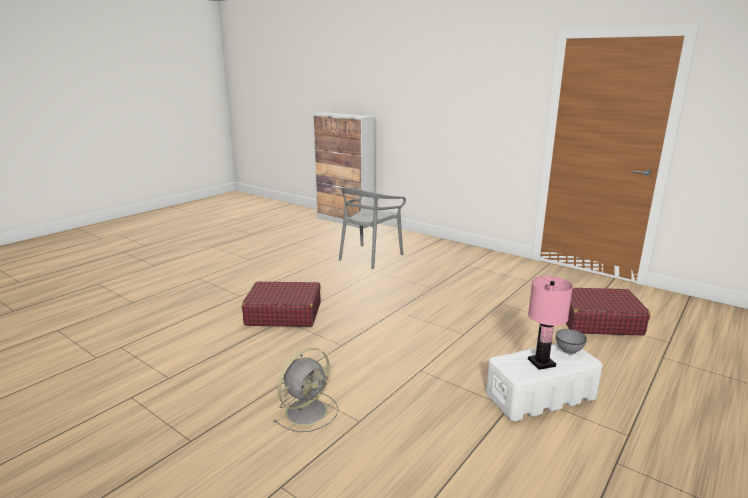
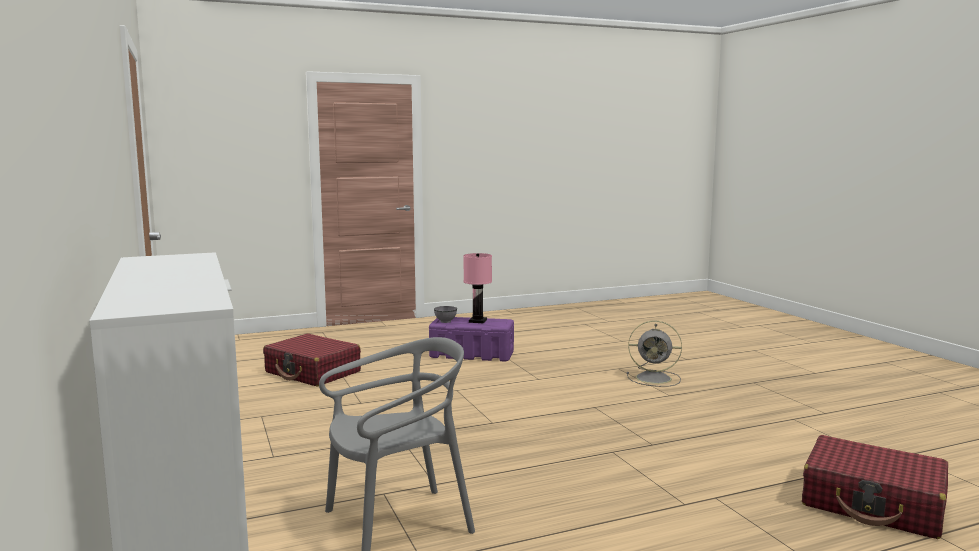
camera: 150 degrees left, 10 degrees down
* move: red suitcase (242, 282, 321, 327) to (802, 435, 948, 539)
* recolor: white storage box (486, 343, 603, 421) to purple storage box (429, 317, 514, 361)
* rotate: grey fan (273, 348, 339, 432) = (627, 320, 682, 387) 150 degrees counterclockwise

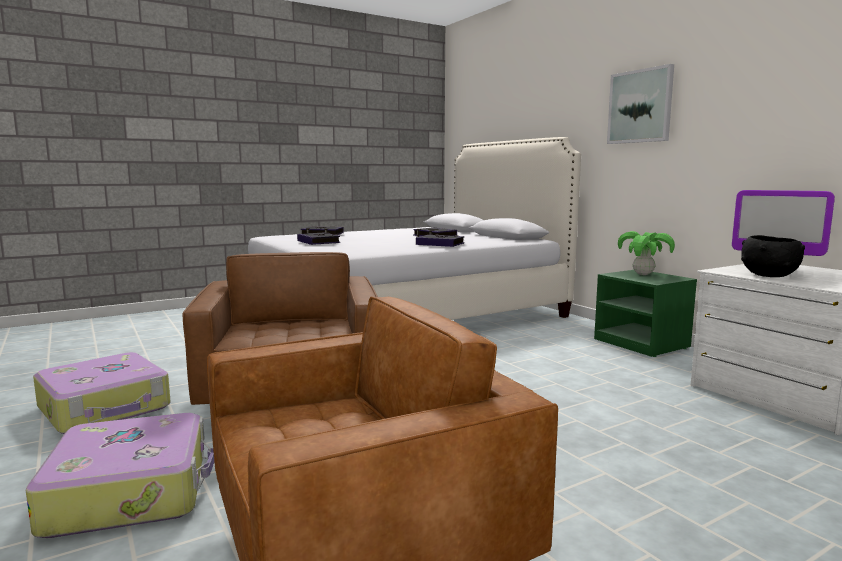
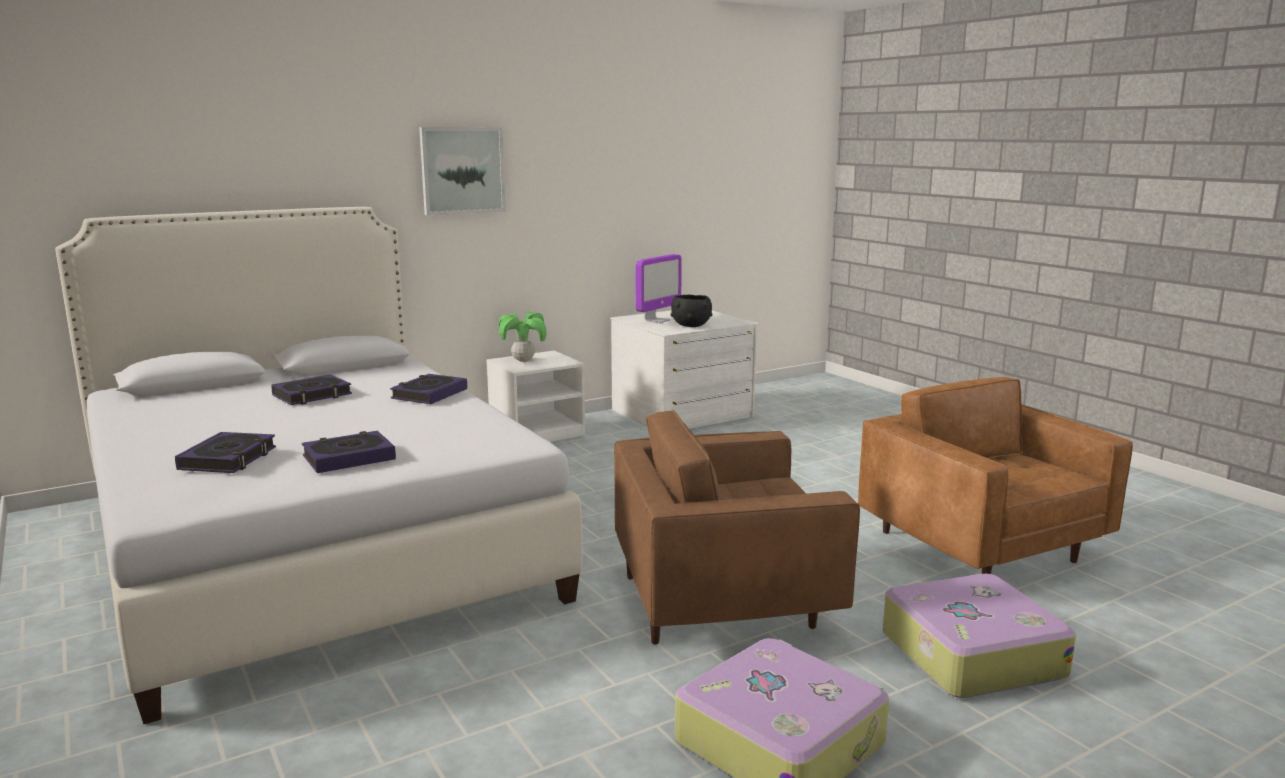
camera: 90 degrees left, 5 degrees up
* recolor: green nightstand (594, 270, 697, 357) to white nightstand (486, 351, 585, 442)

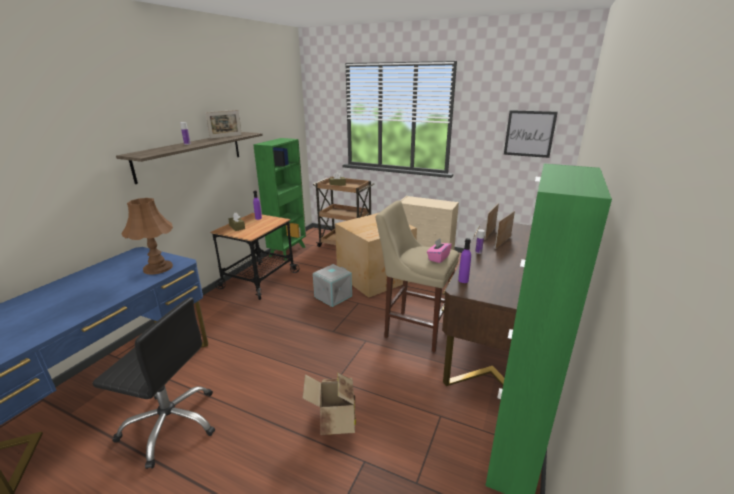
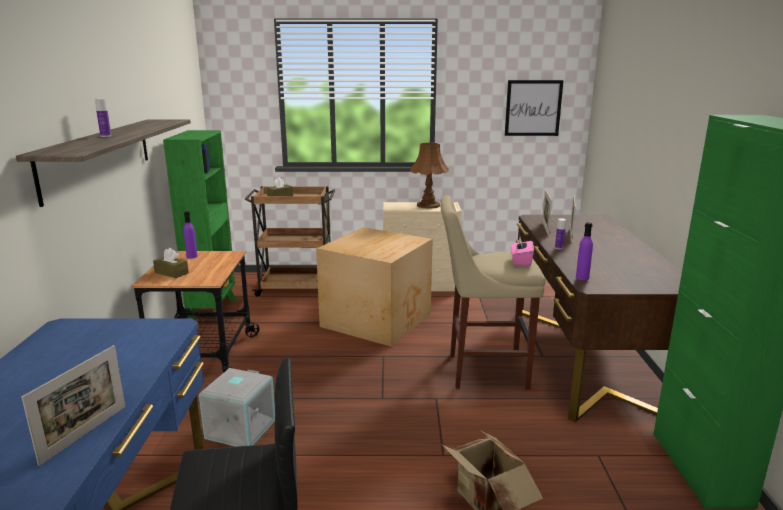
camera: 25 degrees left, 5 degrees down
* move: brown table lamp (121, 198, 173, 275) to (410, 143, 449, 209)
* move: picture frame (205, 110, 242, 139) to (22, 345, 126, 466)
* move: grey storage box (313, 264, 352, 307) to (199, 368, 275, 447)

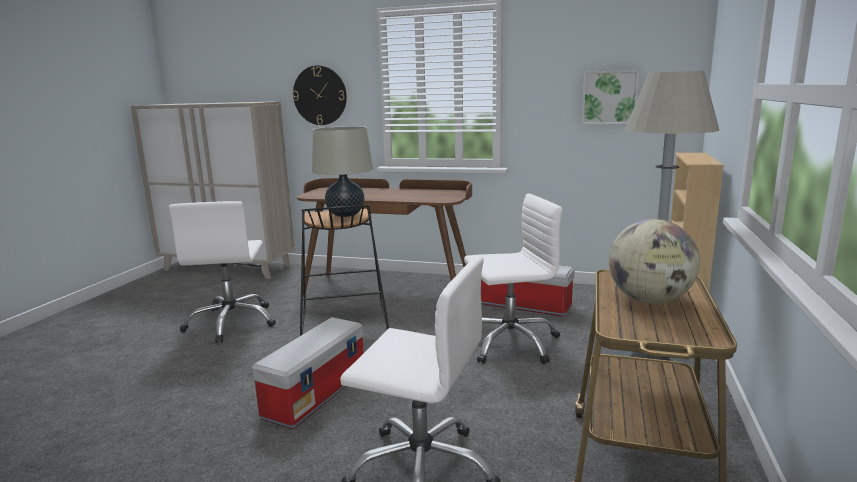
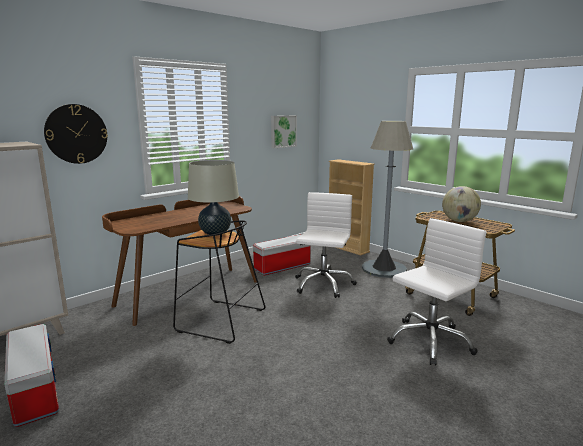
camera: 60 degrees left, 0 degrees up
* delete: white office chair (169, 201, 276, 343)
* move: storage box (252, 317, 364, 429) to (4, 324, 59, 427)

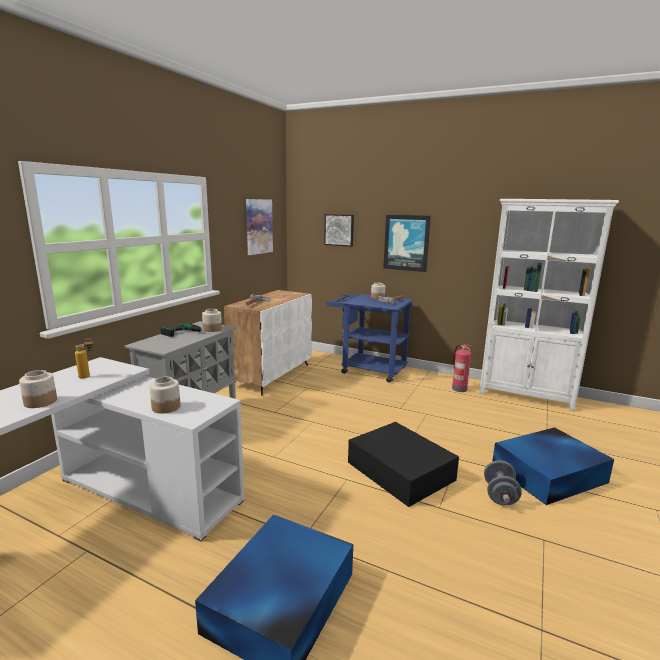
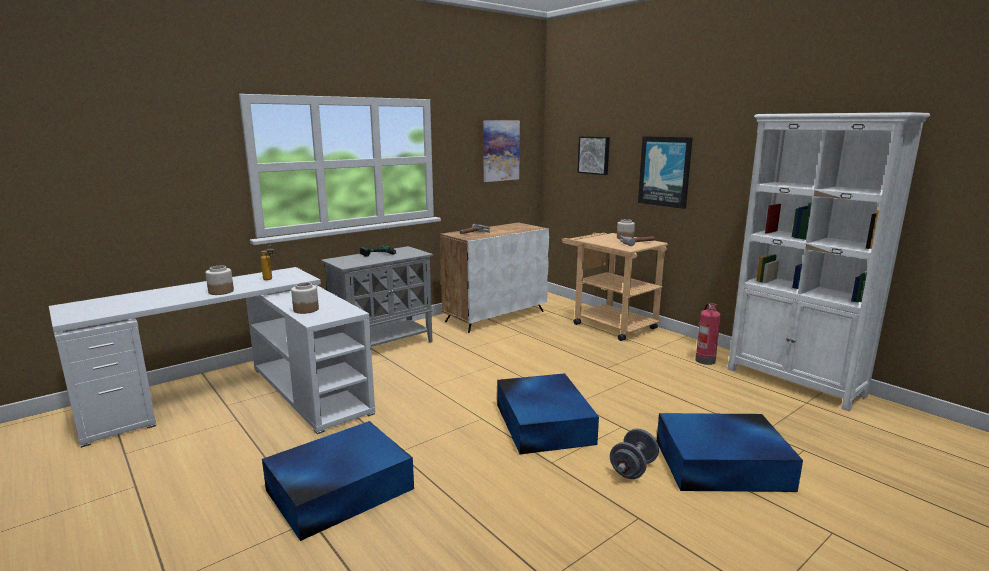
camera: 25 degrees right, 0 degrees up
* delete: jar (202, 309, 222, 332)
* recolor: blue cart (327, 294, 413, 383) to beige cart (562, 233, 668, 341)
* recolor: black storage box (348, 422, 459, 507) to blue storage box (497, 373, 599, 454)

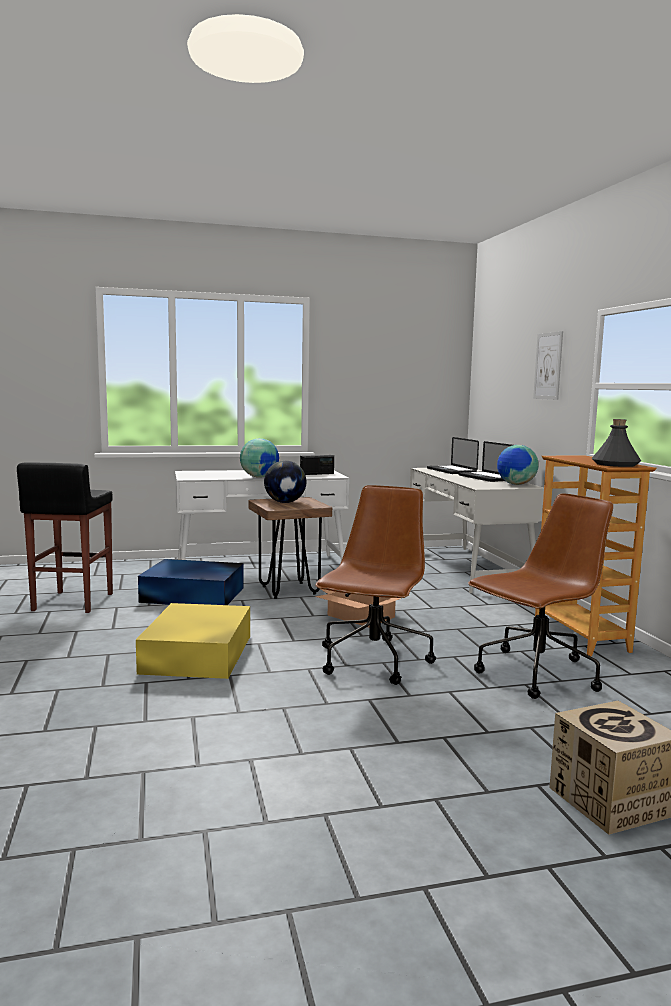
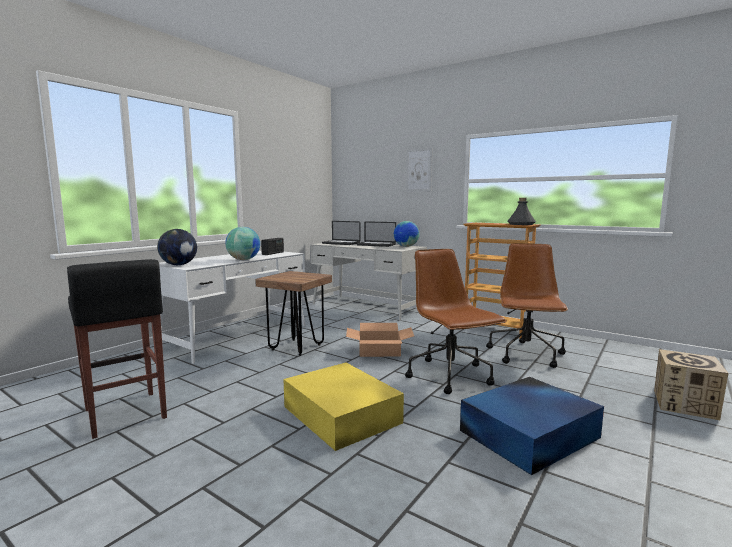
camera: 40 degrees left, 0 degrees up
* move: blue storage box (138, 559, 244, 605) to (460, 377, 604, 475)
* move: globe (264, 461, 306, 503) to (157, 229, 197, 265)

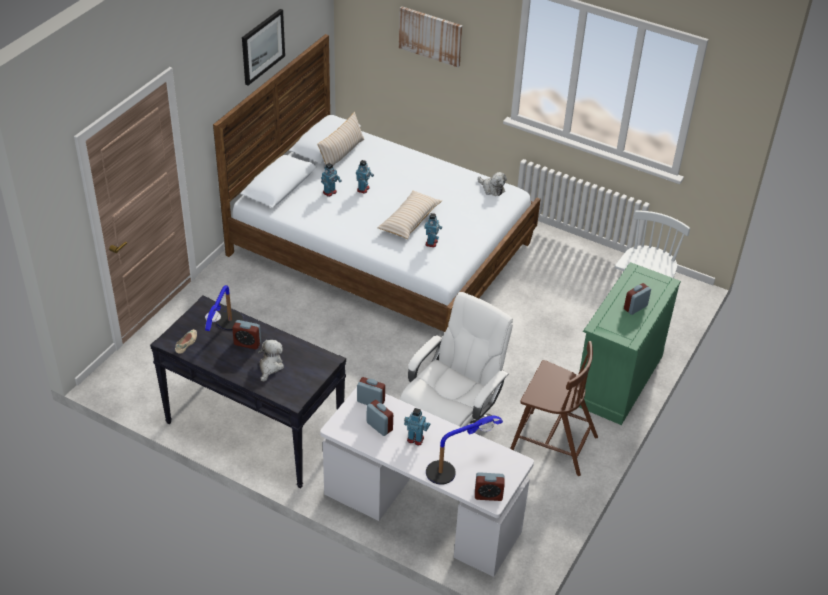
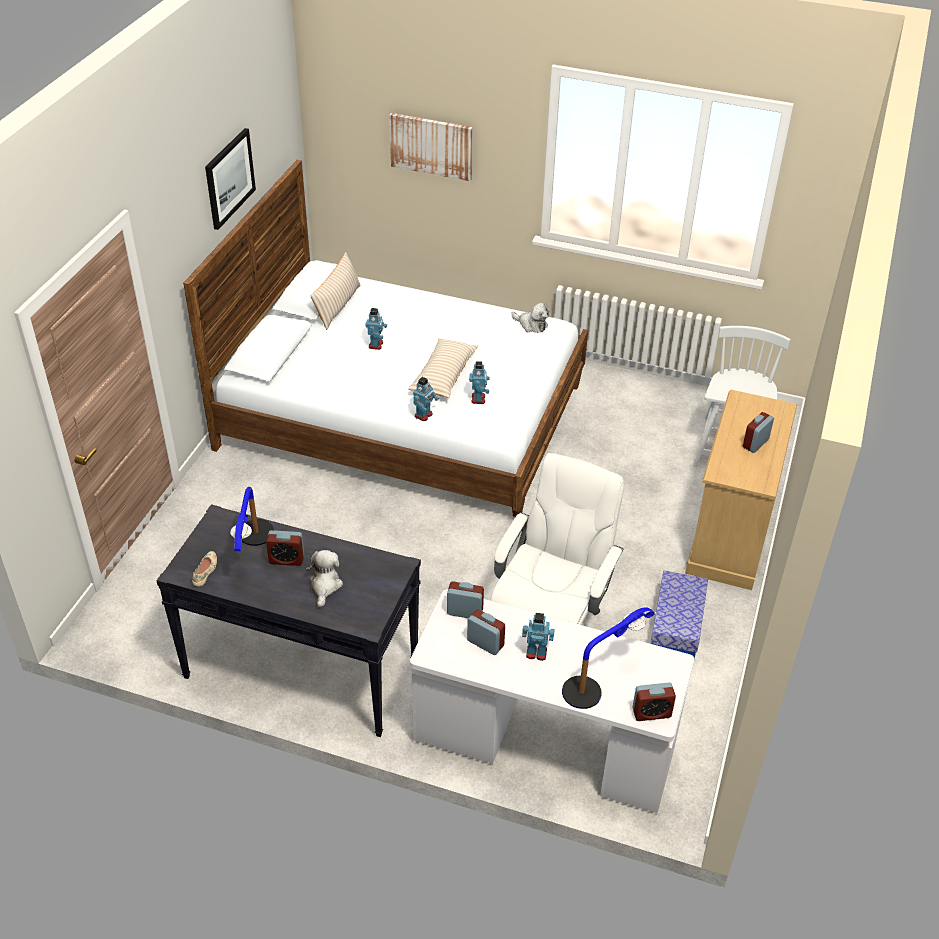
camera: 10 degrees left, 0 degrees up
* move: toy robot (321, 163, 342, 197) to (413, 377, 439, 421)
* replace: brown chair (510, 341, 598, 476) to storage box (650, 571, 708, 659)
* recolor: green dresser (579, 262, 681, 425) to beige dresser (685, 390, 797, 590)

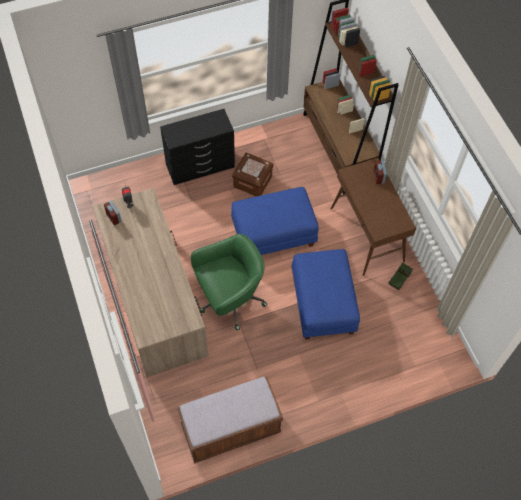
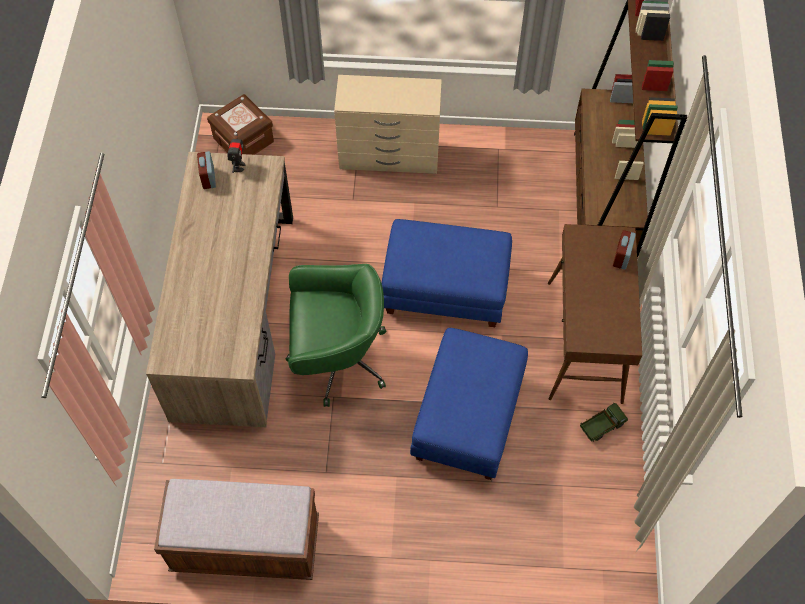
camera: 25 degrees right, 0 degrees up
* move: brown storage box (232, 153, 274, 197) to (207, 94, 274, 155)
* recolor: black dresser (160, 109, 235, 185) to beige dresser (334, 75, 442, 174)

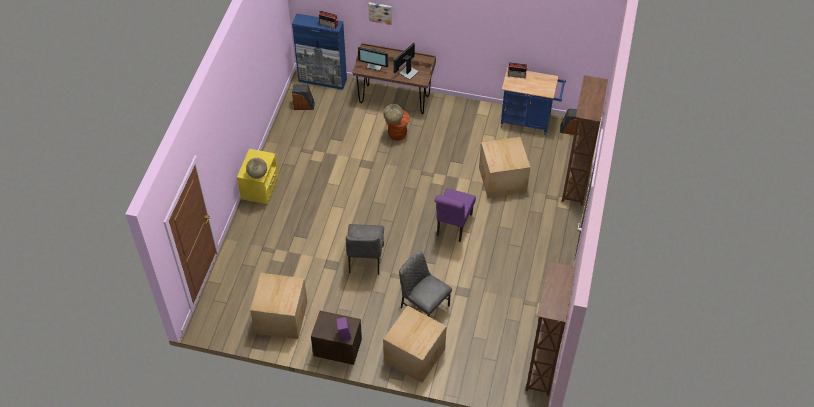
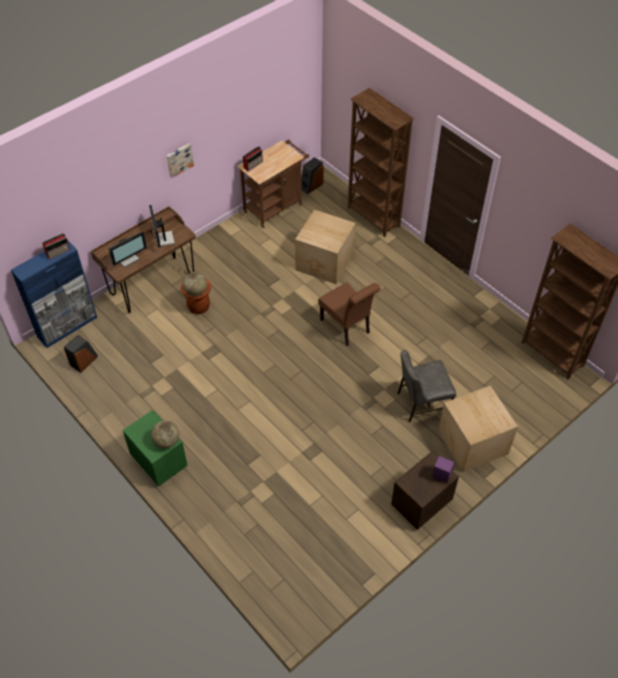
camera: 55 degrees left, 0 degrees up
* delete: cardboard box (250, 273, 307, 339)
* delete: grey chair (346, 224, 384, 275)
* move: picture (368, 2, 392, 25) to (167, 143, 194, 178)
* recolor: yellow nightstand (237, 149, 279, 204) to green nightstand (123, 410, 188, 487)
* recolor: purple chair (435, 188, 476, 242) to brown chair (318, 283, 381, 346)
* recolor: blue cart (501, 67, 566, 135) to brown cart (237, 140, 309, 228)

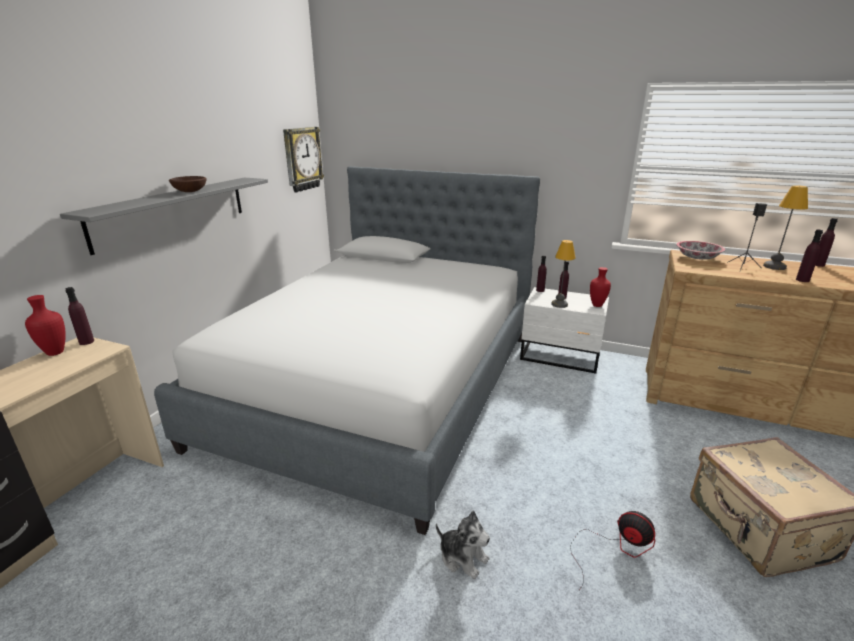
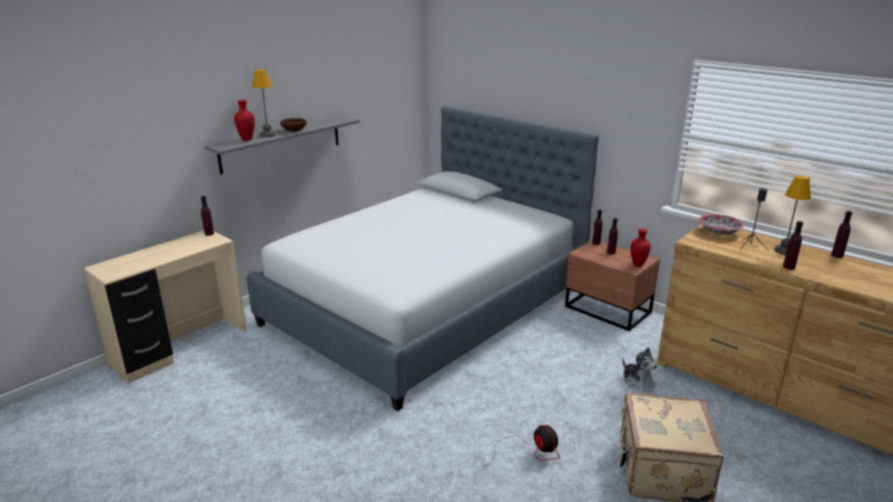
camera: 20 degrees right, 0 degrees up
* delete: wall clock (283, 127, 324, 193)
* move: red vase (25, 295, 66, 356) to (234, 100, 255, 141)
* move: plush toy (436, 511, 490, 579) to (622, 347, 657, 393)
* move: table lamp (551, 240, 576, 308) to (253, 69, 276, 137)
* recolor: white nightstand (520, 287, 609, 374) to brown nightstand (565, 240, 660, 331)

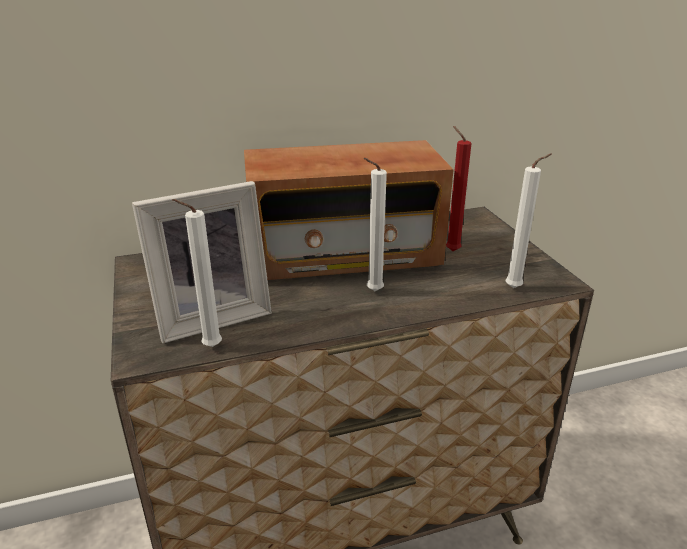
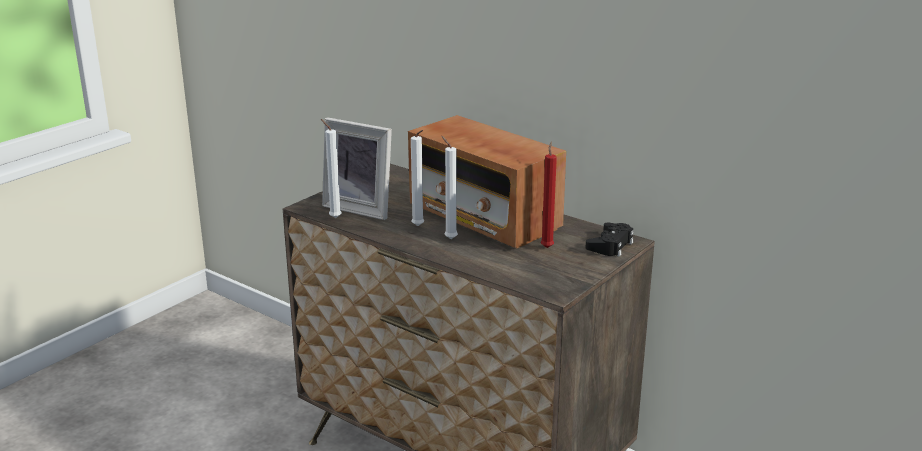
camera: 55 degrees right, 5 degrees down
* insert: black game controller (585, 223, 634, 257)
* move: white candle (506, 153, 552, 288) to (411, 130, 424, 226)

